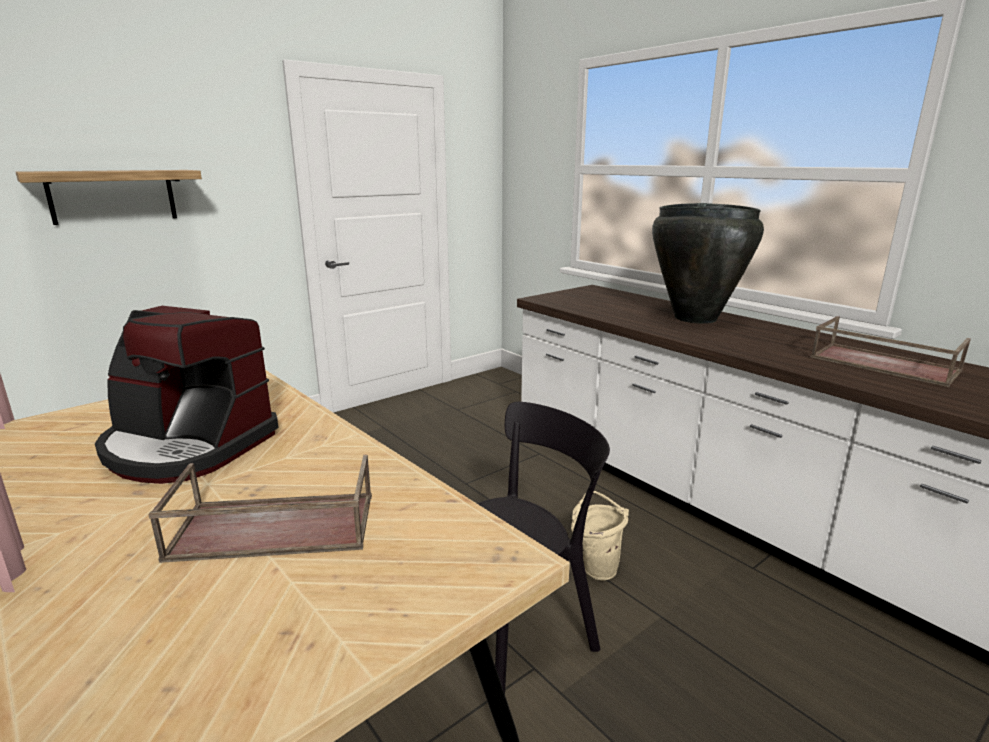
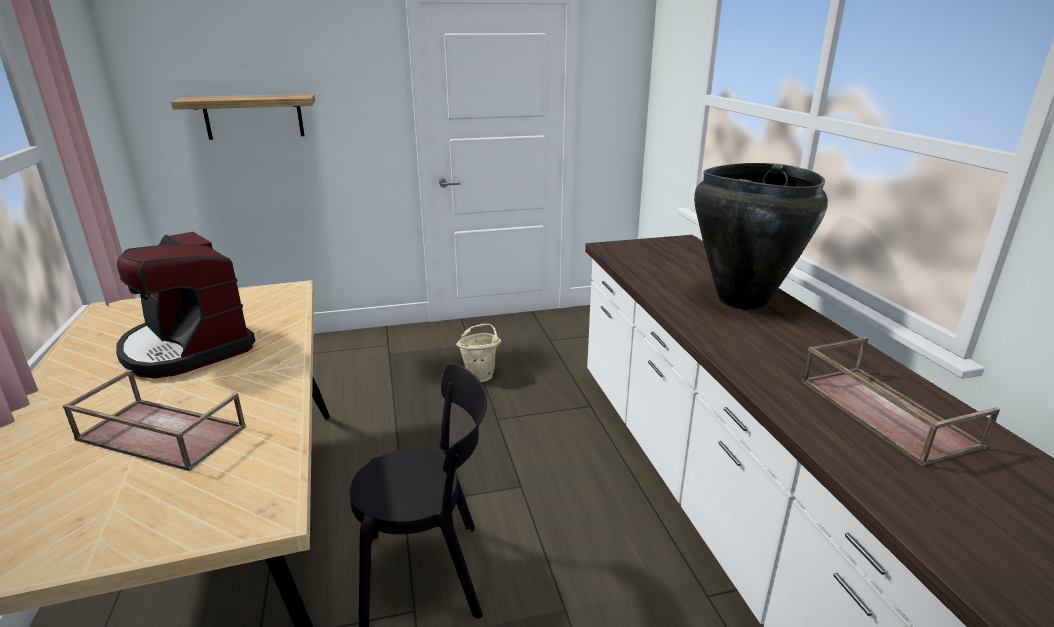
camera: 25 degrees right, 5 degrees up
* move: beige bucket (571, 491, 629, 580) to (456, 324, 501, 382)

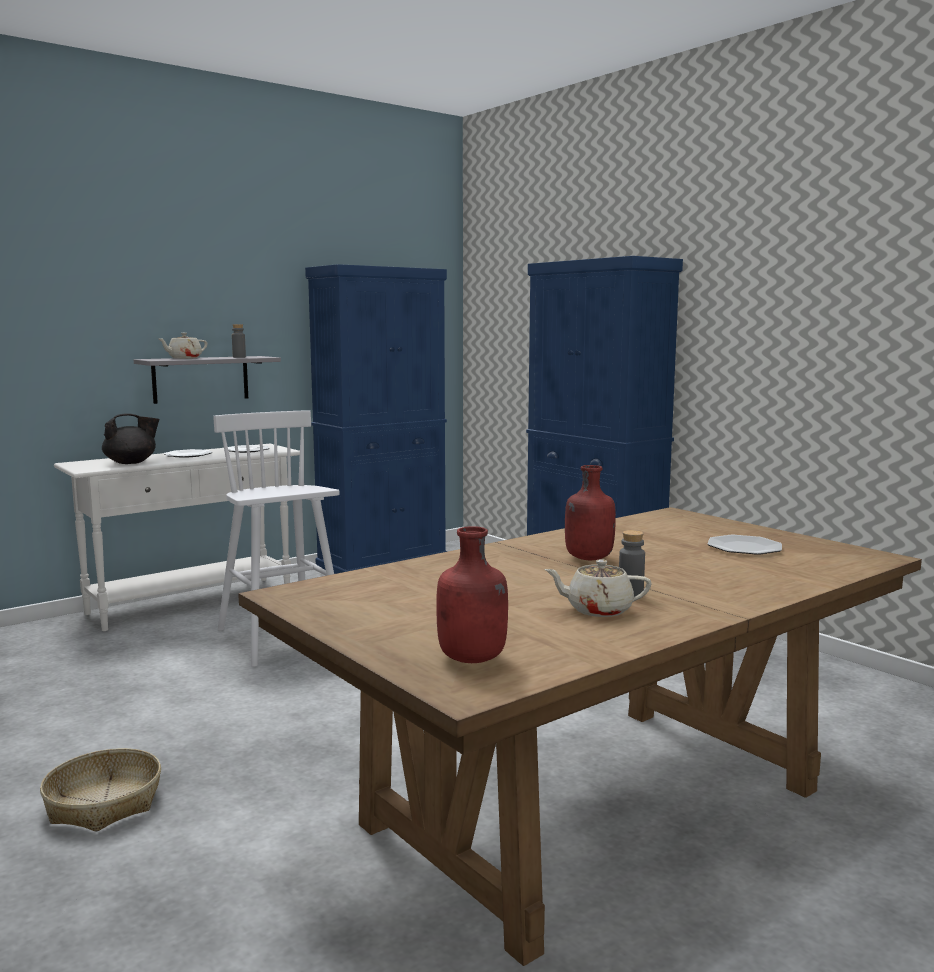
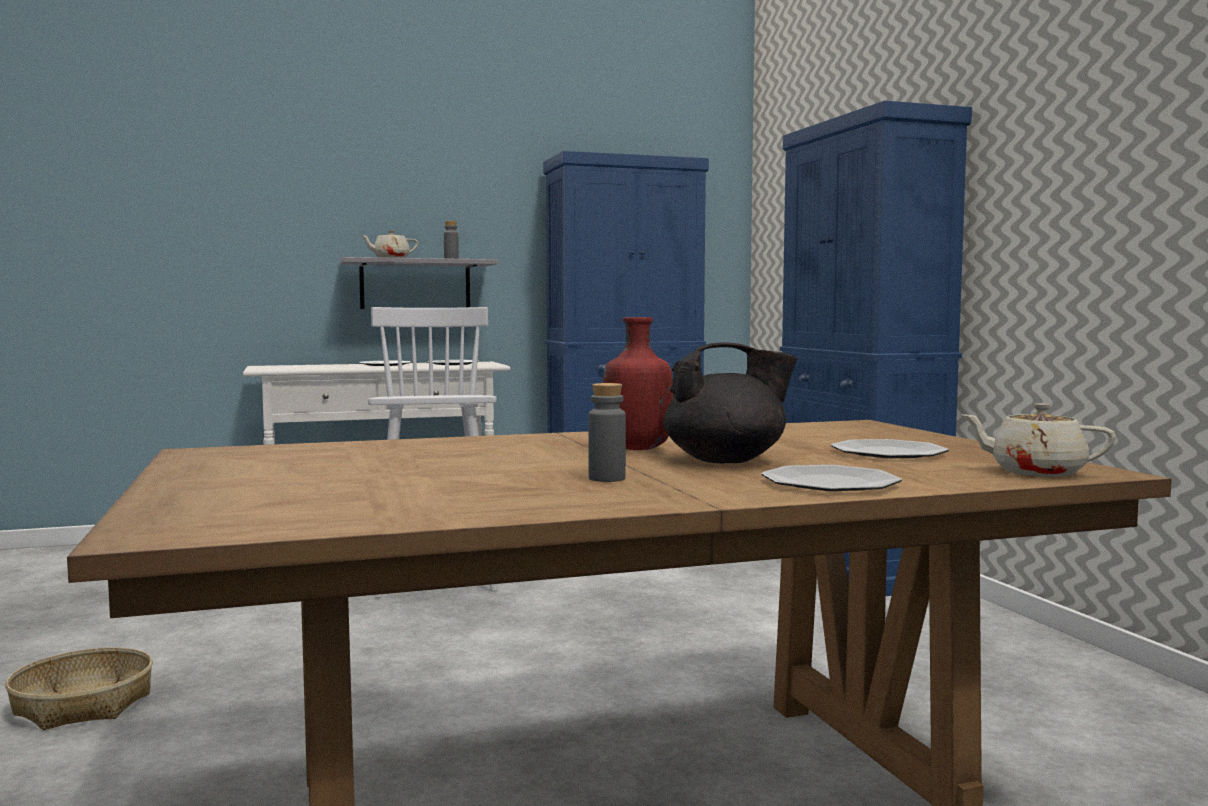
camera: 20 degrees right, 5 degrees down
* delete: red bottle (436, 526, 508, 663)
* insert: plate (762, 465, 902, 491)
* move: black teapot (102, 413, 159, 464) to (664, 342, 797, 463)
* move: beige teapot (544, 559, 652, 617) to (960, 403, 1116, 477)

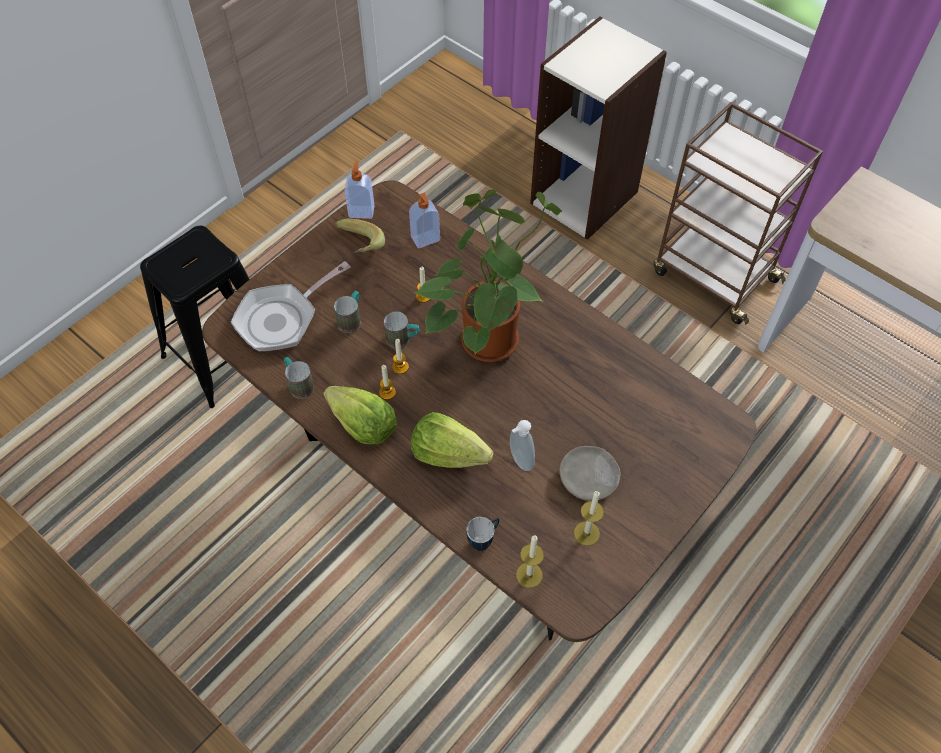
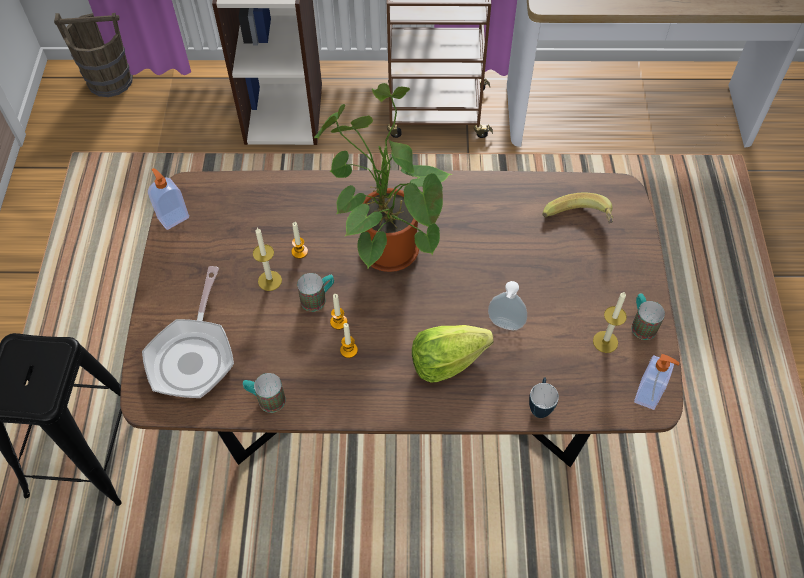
camera: 40 degrees left, 0 degrees up
* delete: lettuce (323, 386, 397, 444)
* delete: beige plate (559, 446, 621, 501)
* insert: brown bucket (54, 13, 133, 97)
* move: mug (334, 291, 361, 333) to (631, 293, 665, 340)
* move: banana (335, 219, 385, 253) to (542, 193, 613, 223)
* move: soap dispenser (409, 193, 440, 248) to (634, 354, 679, 410)
* move: candle (516, 535, 544, 588) to (253, 228, 282, 291)

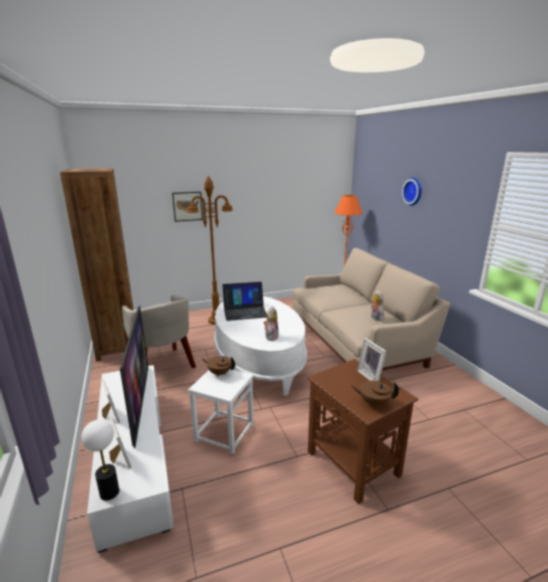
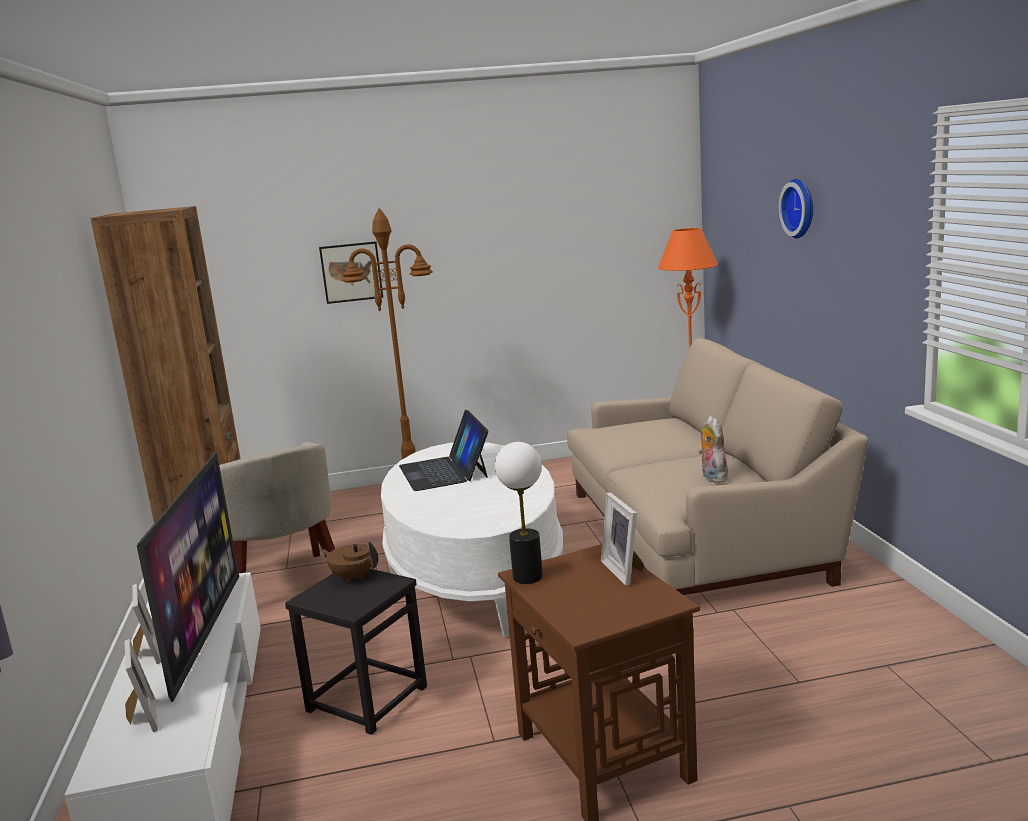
camera: 10 degrees right, 5 degrees down
* delete: plush toy (264, 306, 279, 341)
* delete: brown teapot (351, 381, 399, 408)
* move: table lamp (81, 419, 119, 501) to (495, 442, 543, 584)
* recolor: white stool (188, 369, 253, 454) to black stool (285, 569, 427, 735)
* rotate: laptop (223, 282, 267, 321) = (399, 410, 489, 491) 75 degrees clockwise

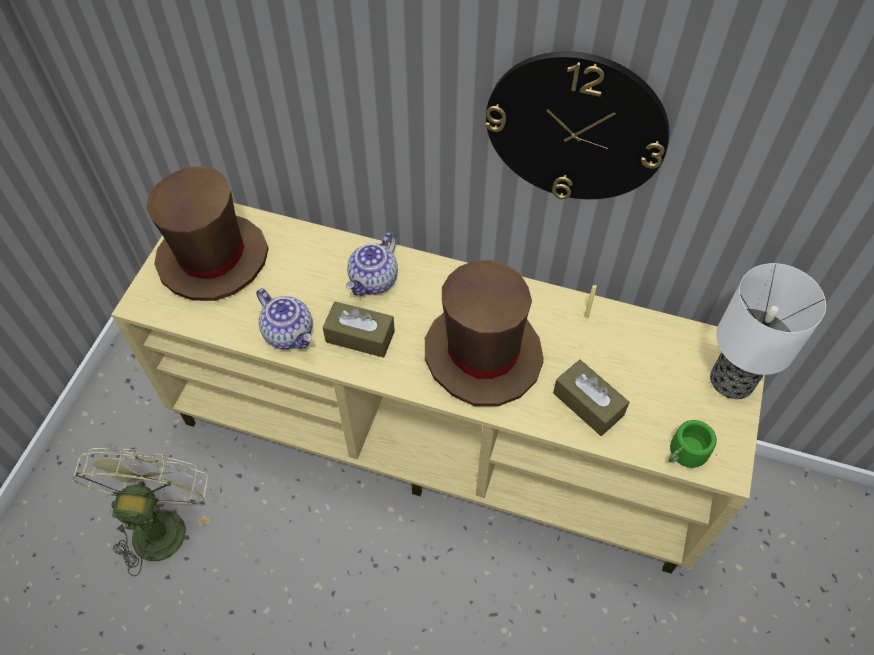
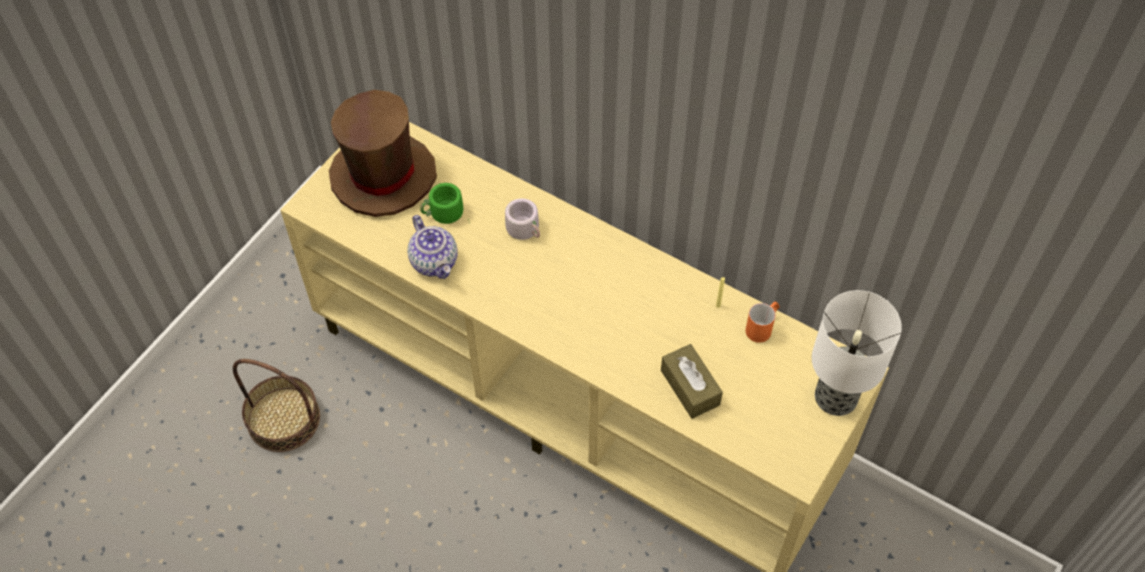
camera: 15 degrees right, 0 degrees up
* delete: brown tissue box (323, 302, 395, 358)
* delete: brown hat (425, 260, 544, 406)
* delete: wall clock (486, 51, 669, 200)
* insert: orange mug (745, 302, 779, 343)
* move: green mug (668, 420, 721, 468) to (420, 183, 470, 224)
* replace: green fan (72, 448, 210, 576) to basket (233, 359, 320, 452)
* replace: teapot (346, 232, 398, 296) to grey mug (505, 198, 540, 240)

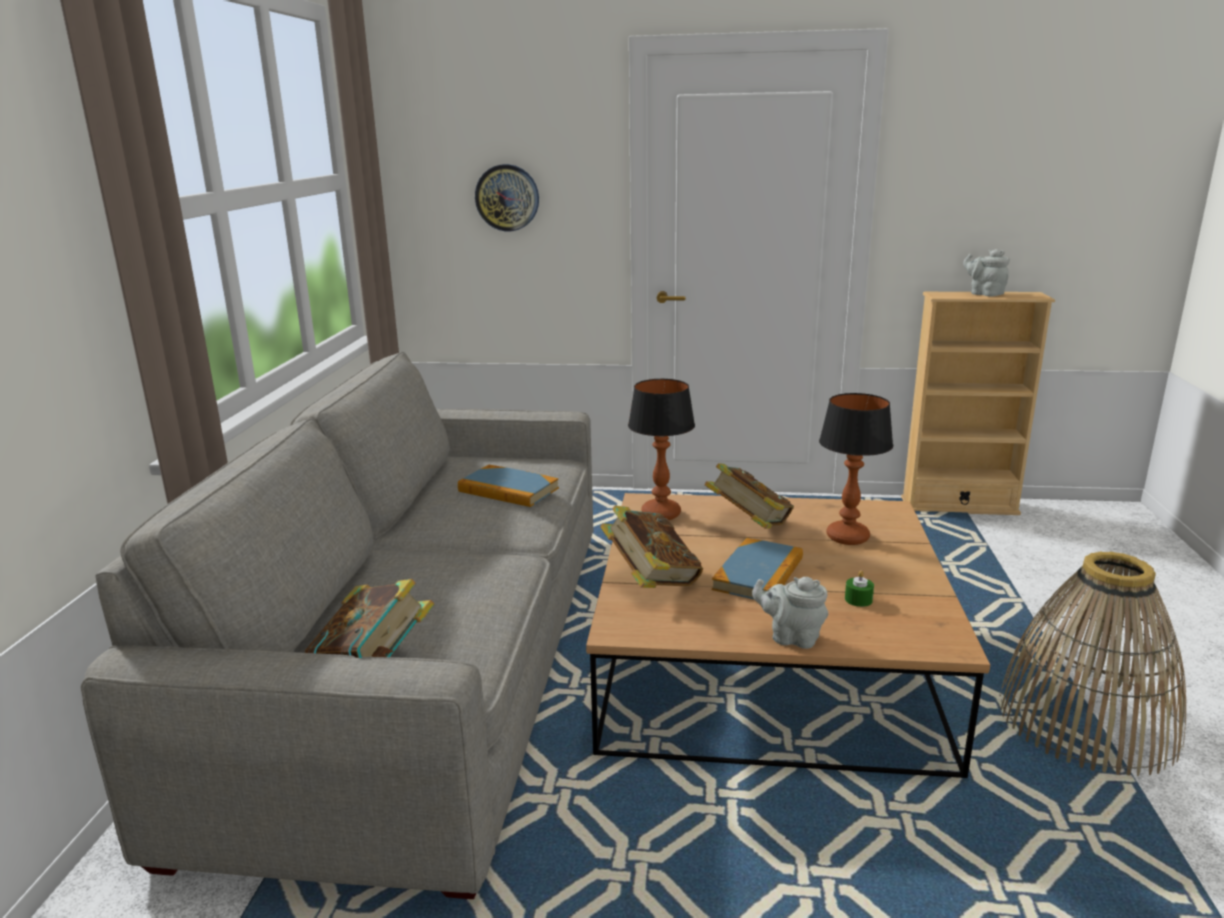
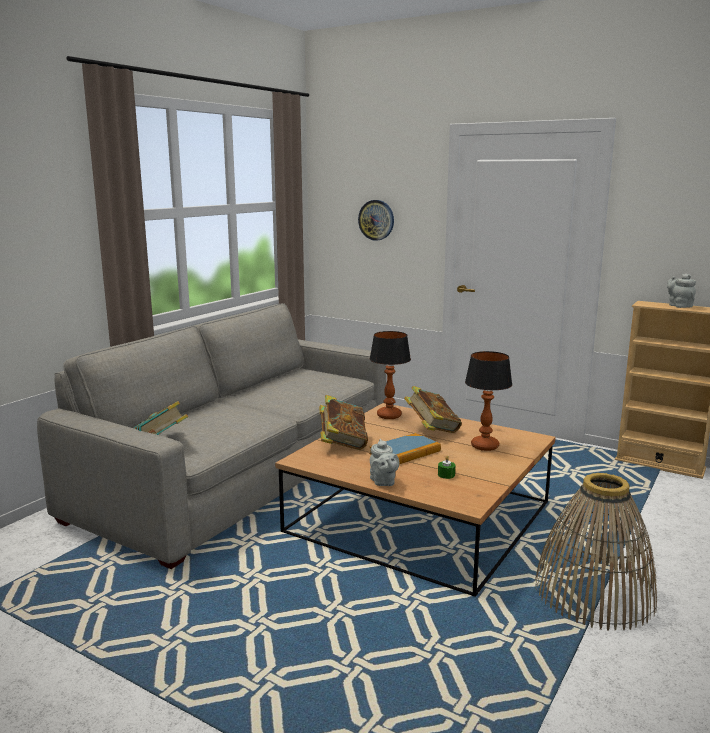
camera: 25 degrees right, 5 degrees down
* delete: book (458, 465, 559, 507)
* rotate: grey teapot (752, 577, 828, 649) = (370, 439, 399, 486) 150 degrees counterclockwise

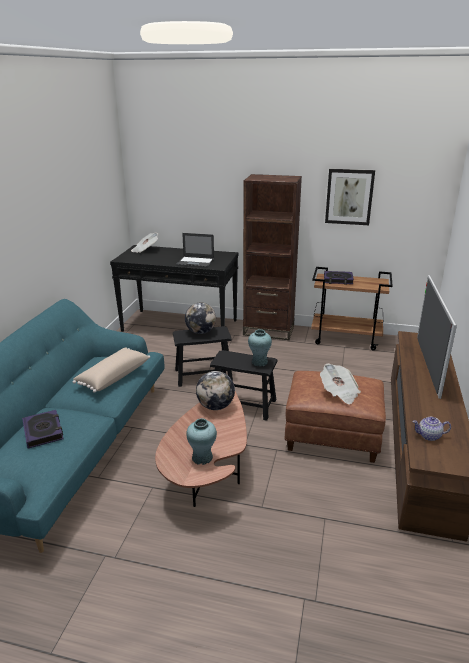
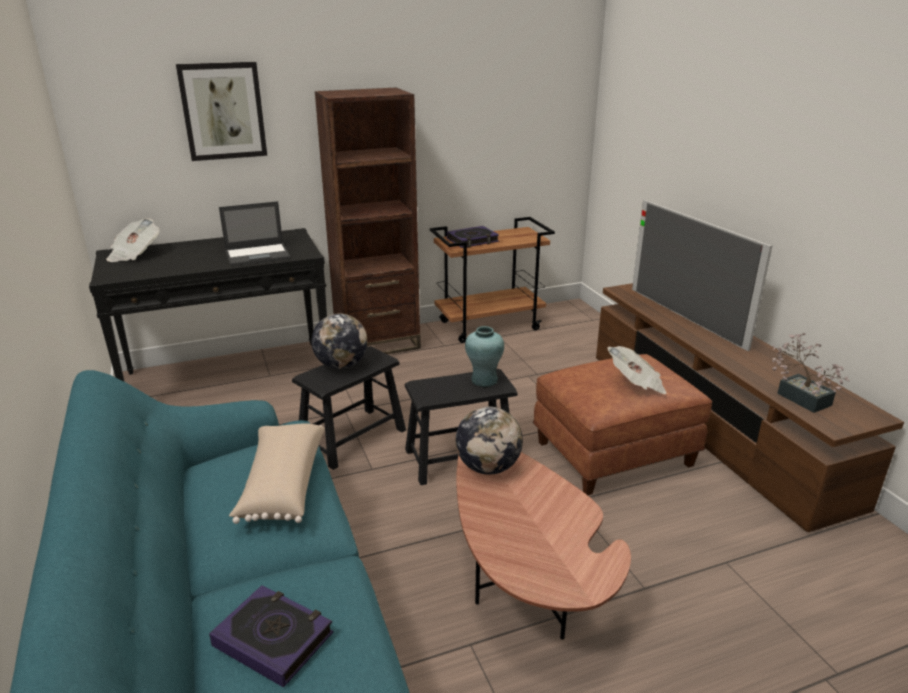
camera: 35 degrees left, 0 degrees up
* delete: turquoise vase (186, 418, 217, 465)
* move: picture (325, 169, 375, 225) to (176, 62, 267, 161)
* replace: teapot (412, 417, 451, 441) to potted plant (772, 333, 850, 413)

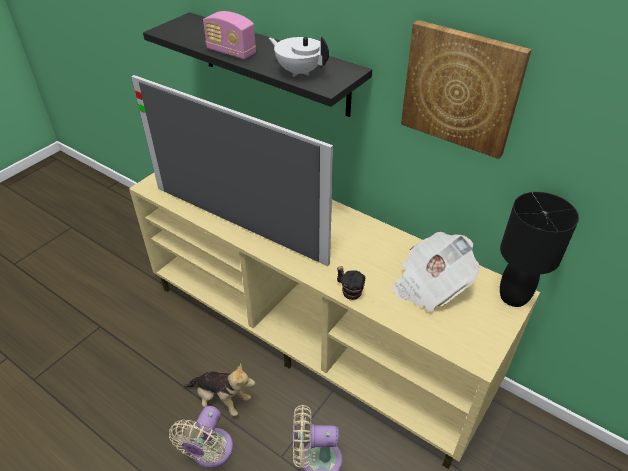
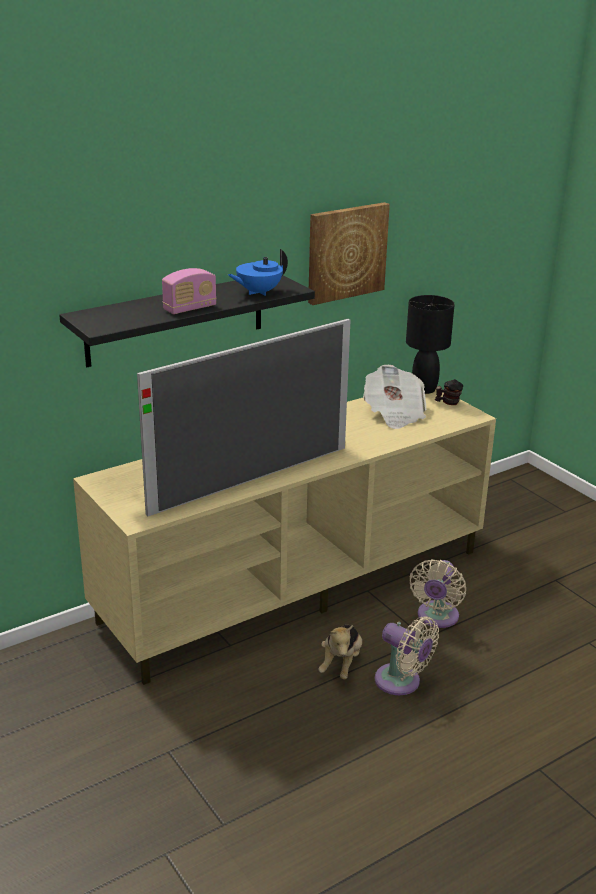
camera: 70 degrees left, 15 degrees down
* move: mug (337, 266, 365, 300) to (435, 379, 463, 405)
* recolor: white teapot (269, 36, 329, 77) to blue teapot (228, 249, 288, 296)
* rotate: plush toy (184, 363, 255, 416) = (318, 625, 362, 679) 150 degrees clockwise

